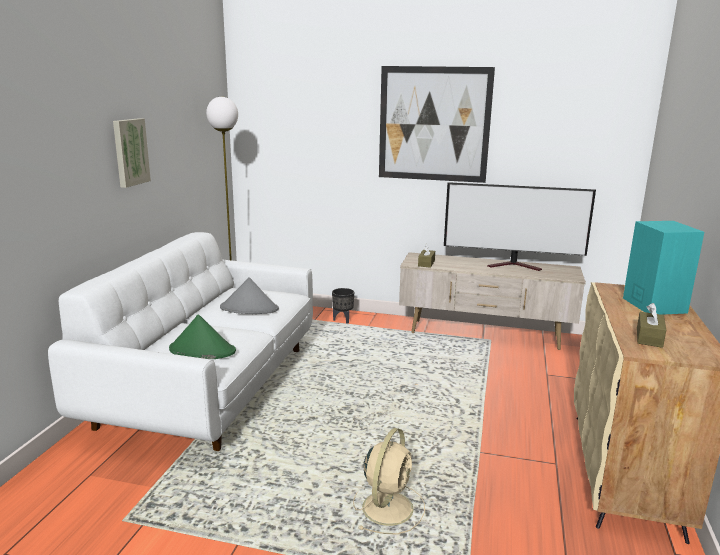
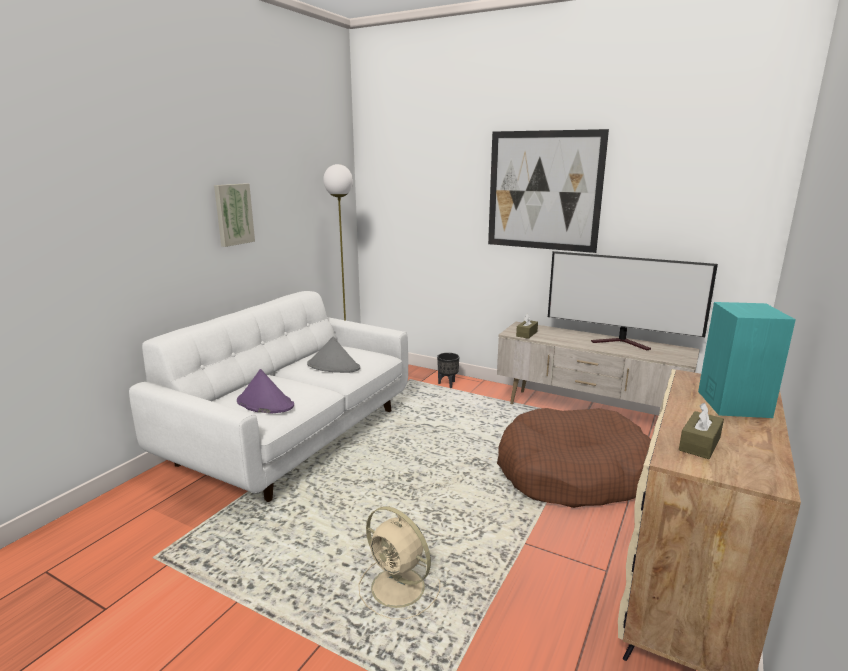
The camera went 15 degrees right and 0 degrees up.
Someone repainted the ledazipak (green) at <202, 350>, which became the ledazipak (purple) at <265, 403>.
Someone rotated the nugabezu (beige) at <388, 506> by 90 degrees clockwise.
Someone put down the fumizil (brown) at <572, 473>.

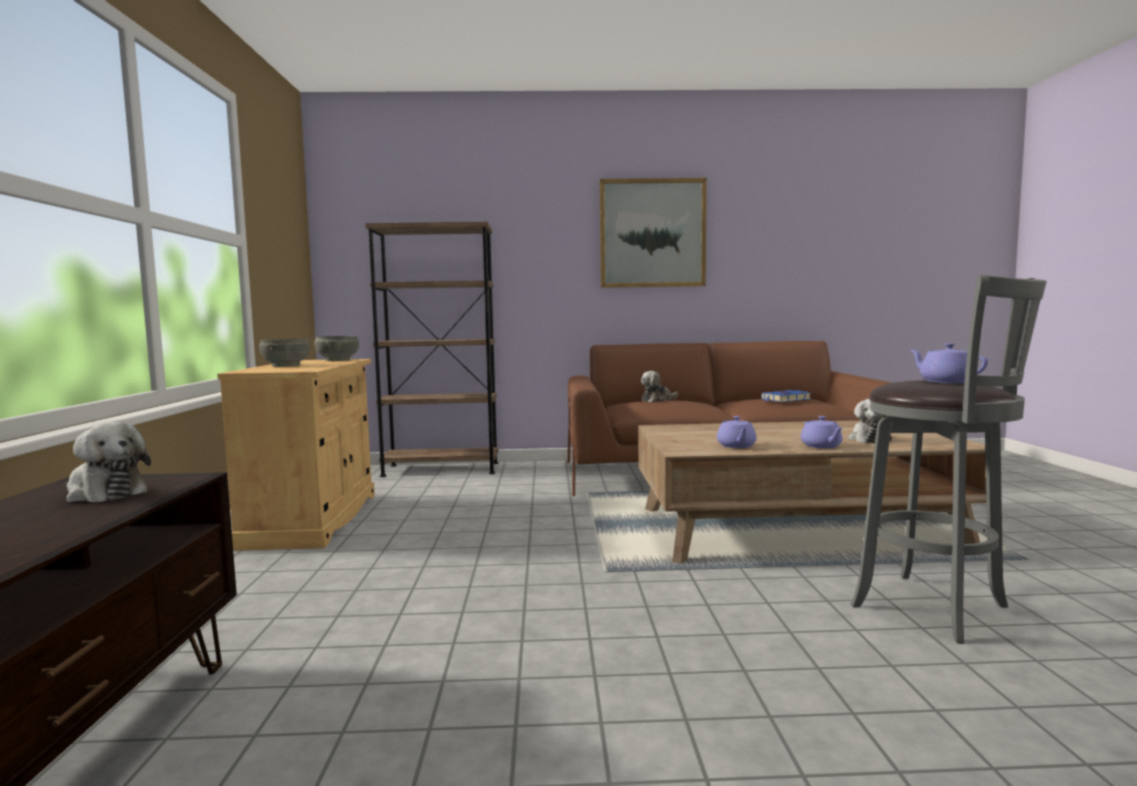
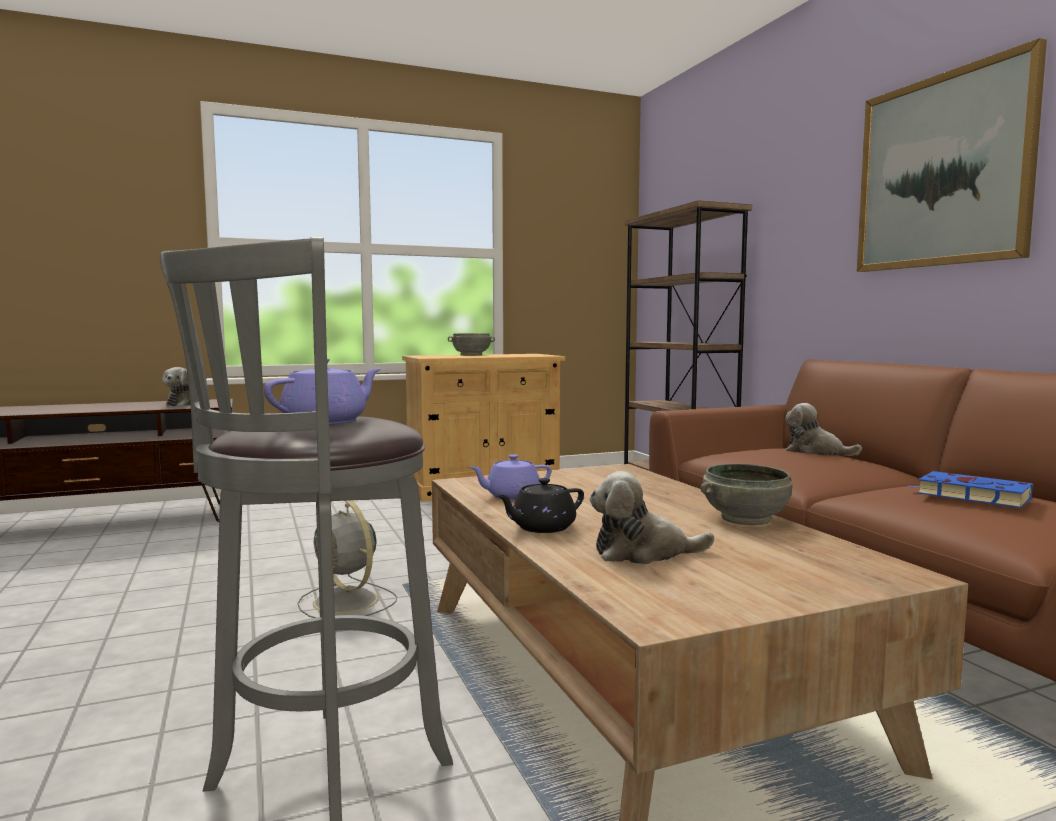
The camera went 70 degrees right and 0 degrees up.
Someone carried the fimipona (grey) from <337, 360> to <745, 518>.
Someone repainted the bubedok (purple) at <821, 446>, which became the bubedok (black) at <542, 528>.
Someone put down the nugabezu (grey) at <347, 602>.

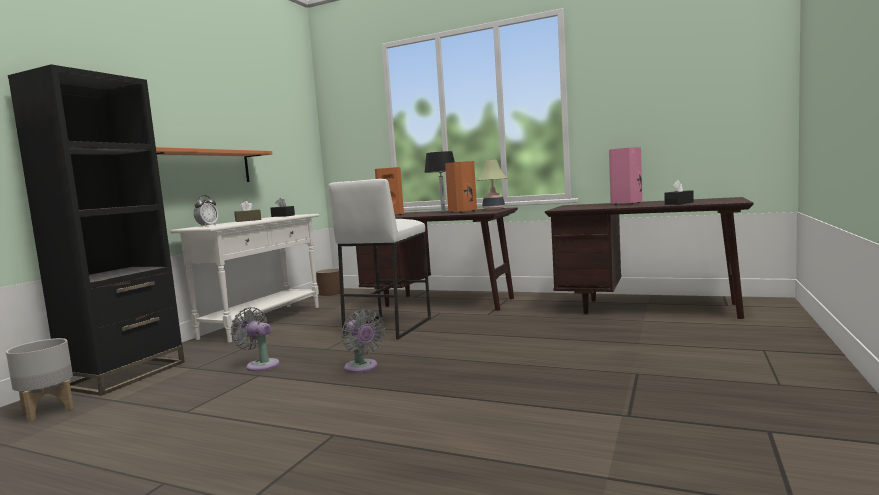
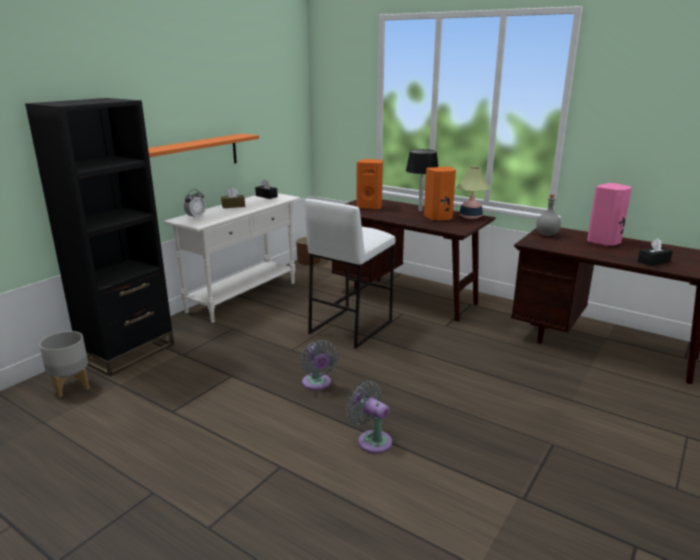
The camera went 10 degrees right and 15 degrees up.
Someone carried the nugabezu (grey) from <260, 365> to <371, 440>.
Someone put down the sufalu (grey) at <547, 234>.

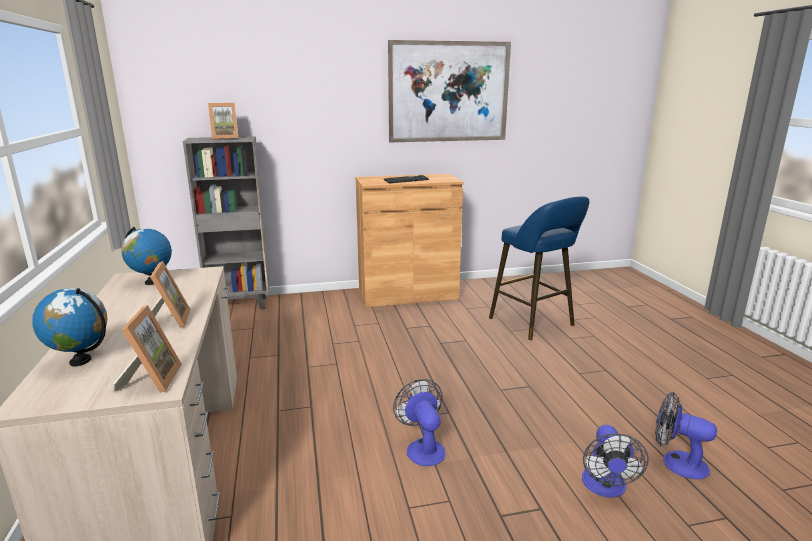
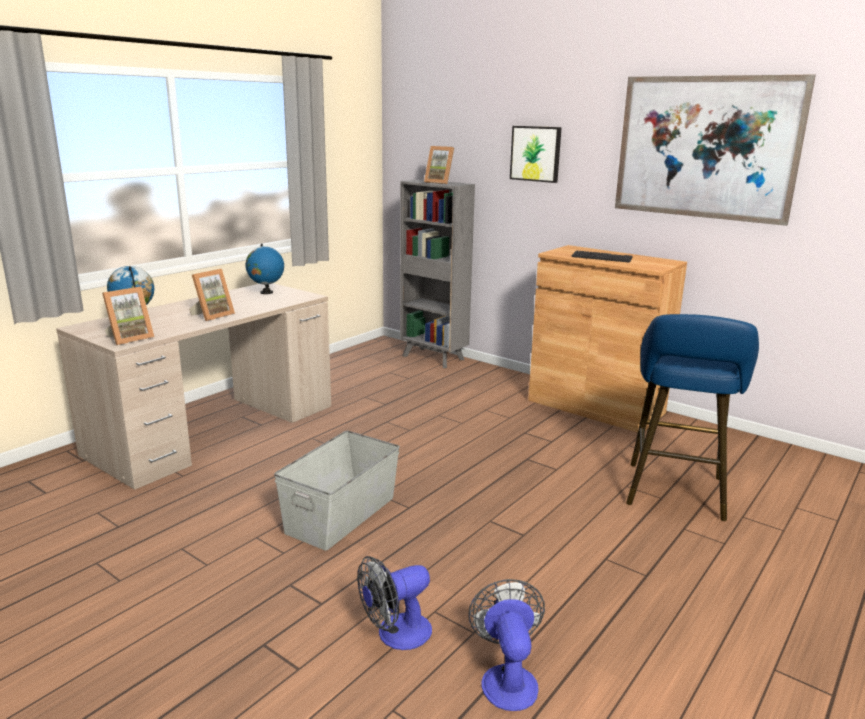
The camera went 50 degrees right and 0 degrees up.
Someone swapped the nugabezu at <423, 447> for the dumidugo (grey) at <340, 514>.
Someone put up the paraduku at <536, 153>.

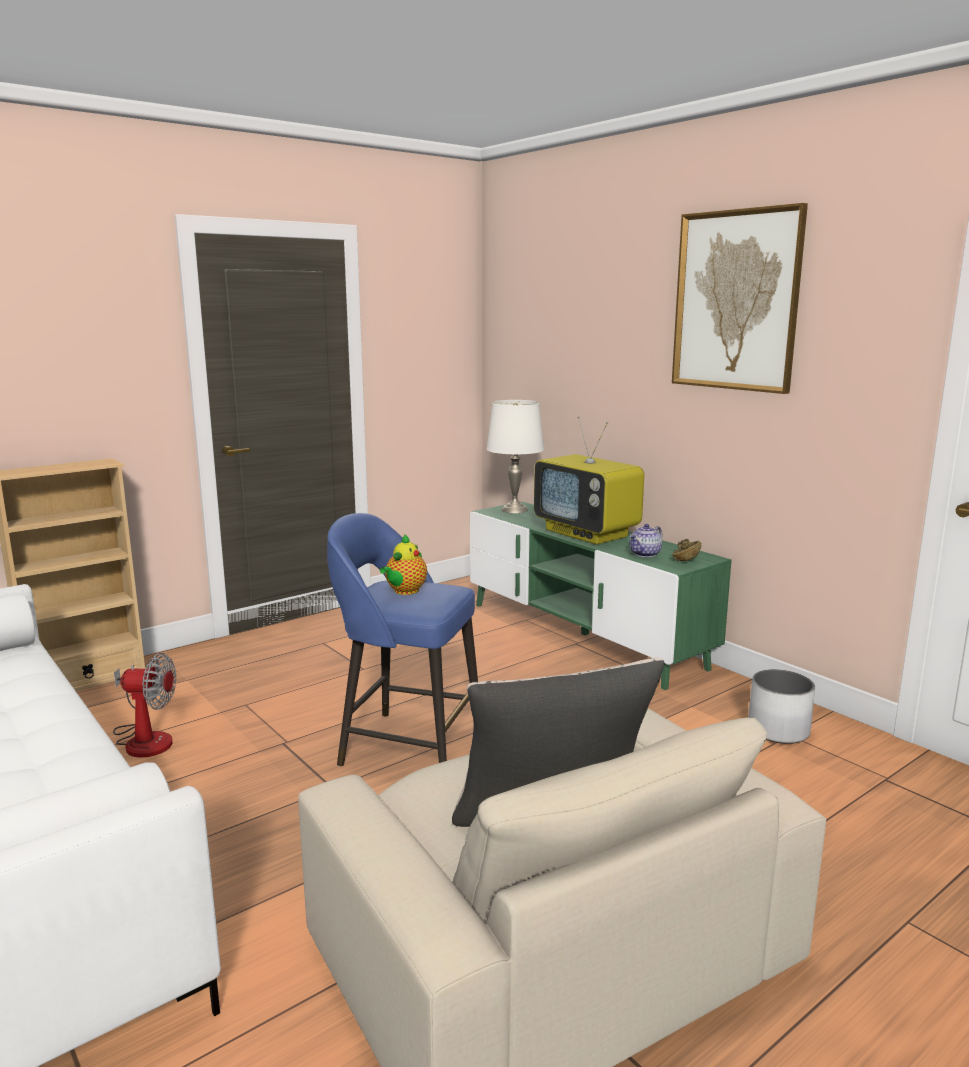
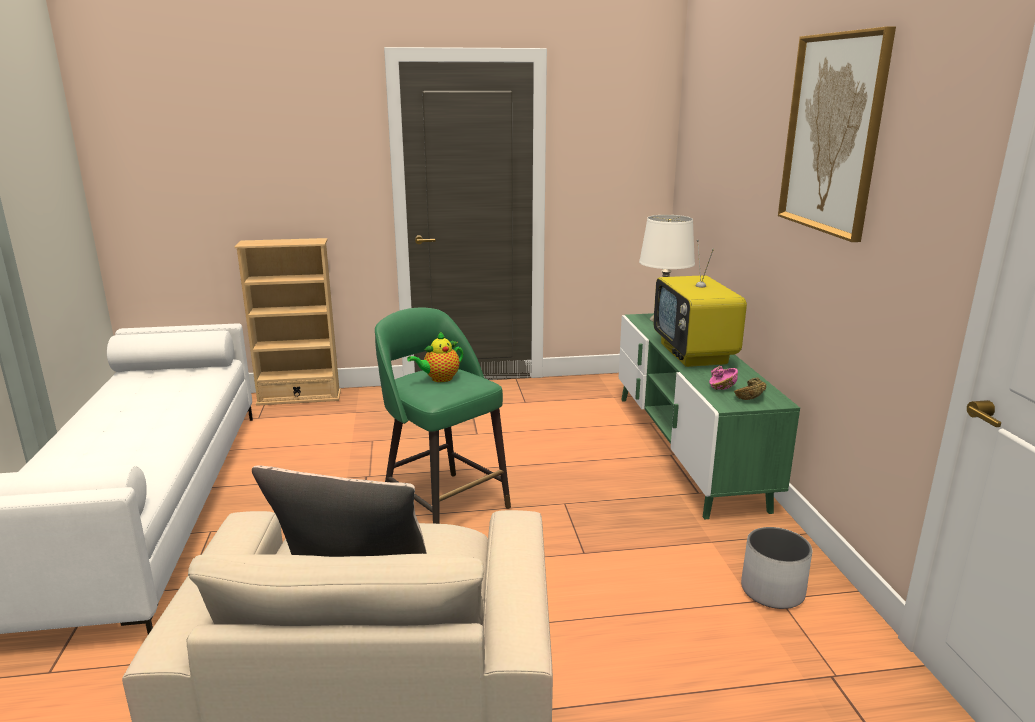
The camera went 30 degrees right and 5 degrees up.
Someone repainted the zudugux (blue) at <408, 746>, which became the zudugux (green) at <443, 504>.
Someone swapped the bubedok at <645, 554> for the fimipona (pink) at <718, 385>.
Someone took away the nugabezu at <145, 738>.

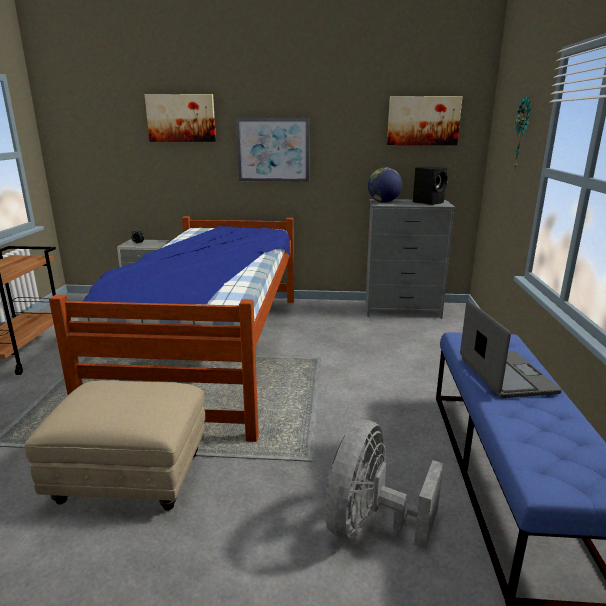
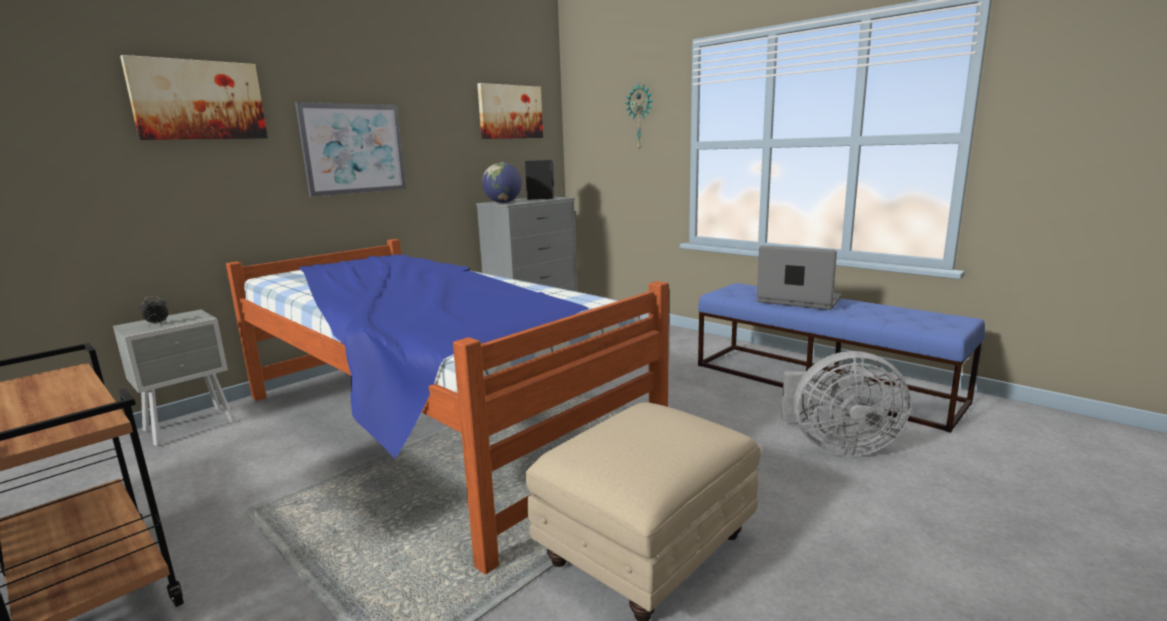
The camera went 50 degrees left and 5 degrees down.
Someone rotated the nugabezu (grey) at <370, 524> by 60 degrees counterclockwise.

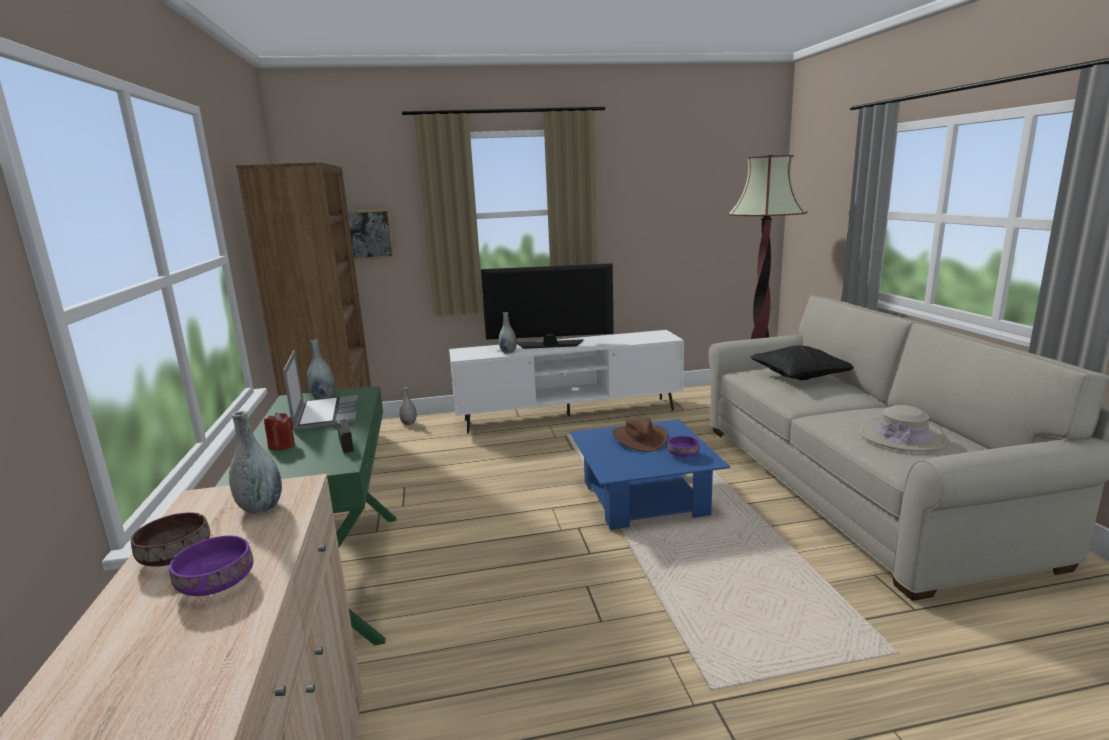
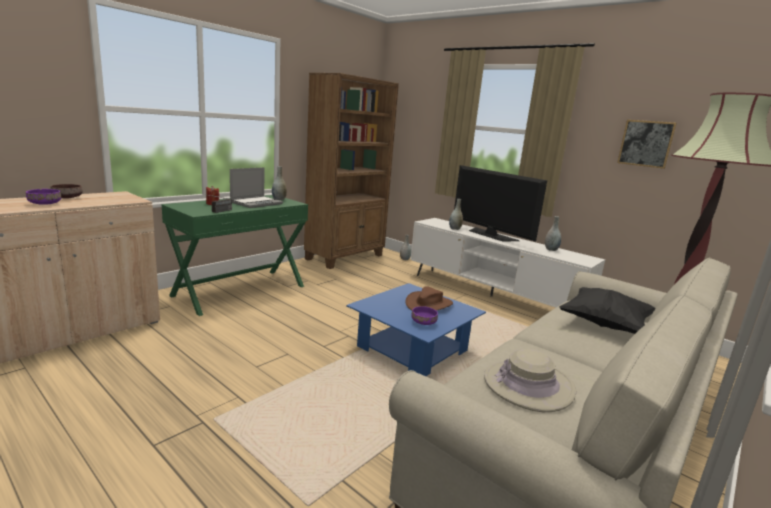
The camera went 50 degrees right and 0 degrees up.
Someone carried the paraduku from <367, 234> to <646, 143>.
Someone carried the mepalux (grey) from <261, 508> to <551, 249>.

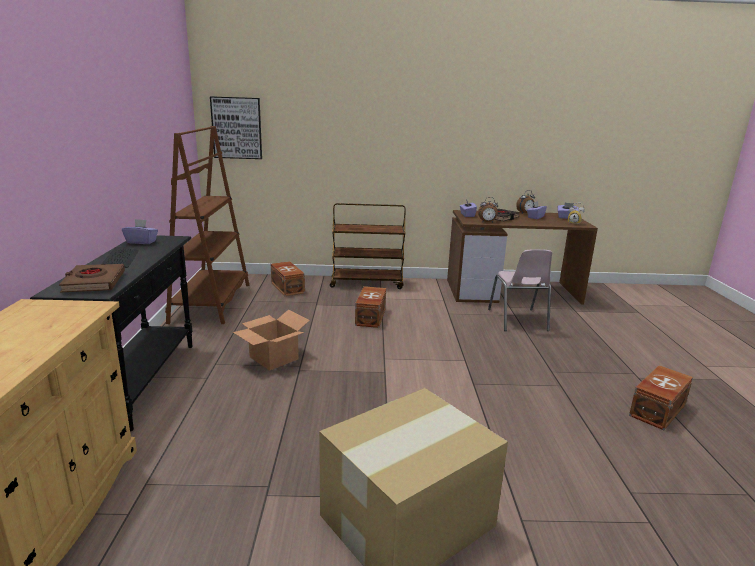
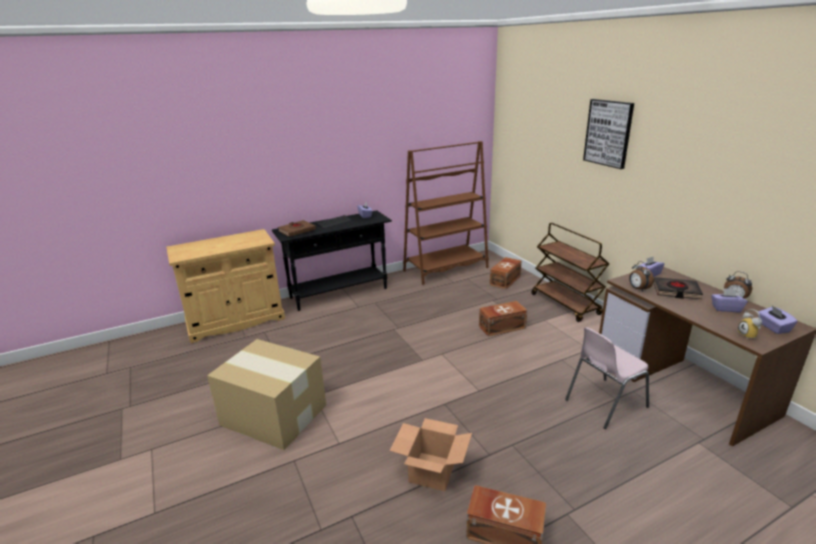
The camera went 65 degrees right and 5 degrees up.
Someone carried the paraduku from <237, 128> to <608, 133>.
Someone carried the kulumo from <274, 358> to <432, 472>.

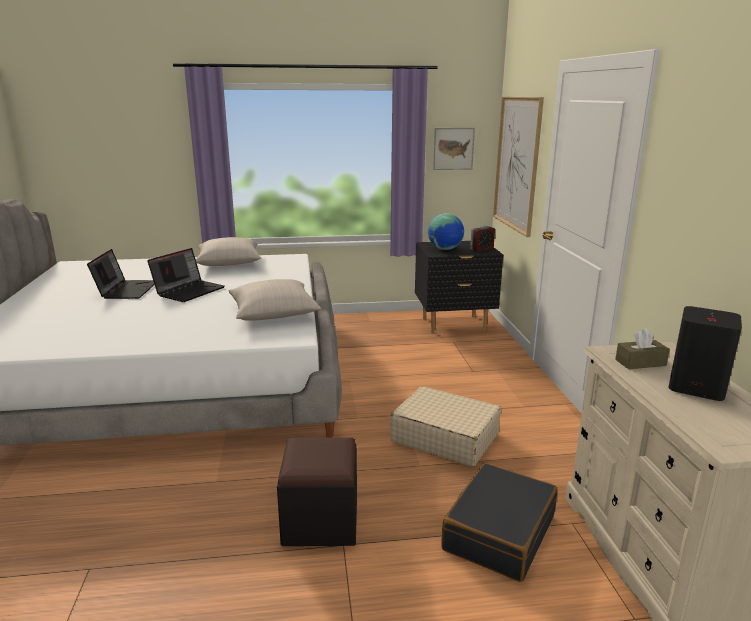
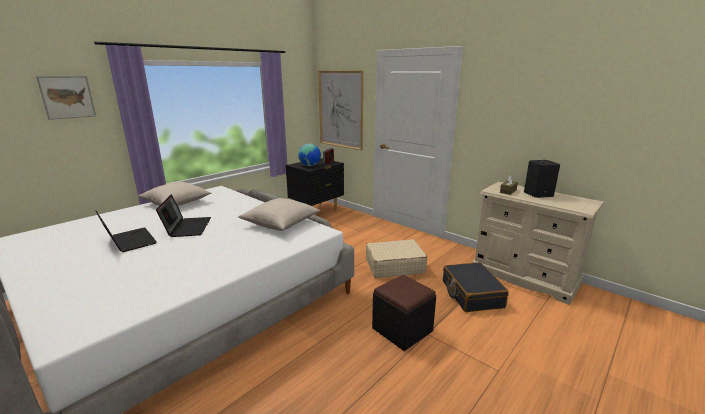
The camera went 40 degrees left and 0 degrees up.
Someone carried the paraduku from <453, 148> to <67, 97>.

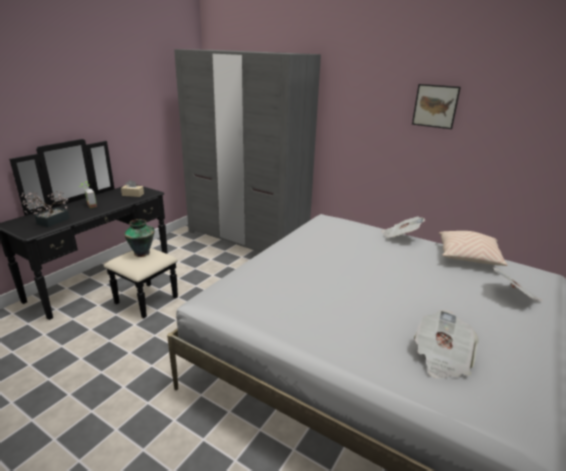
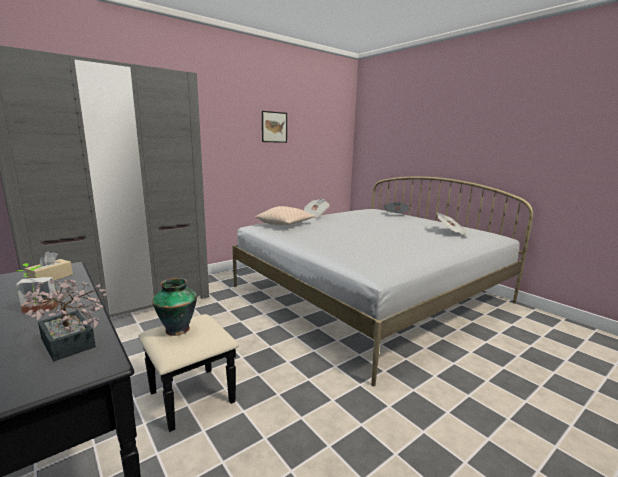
The camera went 70 degrees left and 10 degrees down.
Someone carried the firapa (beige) from <468, 257> to <285, 224>.

